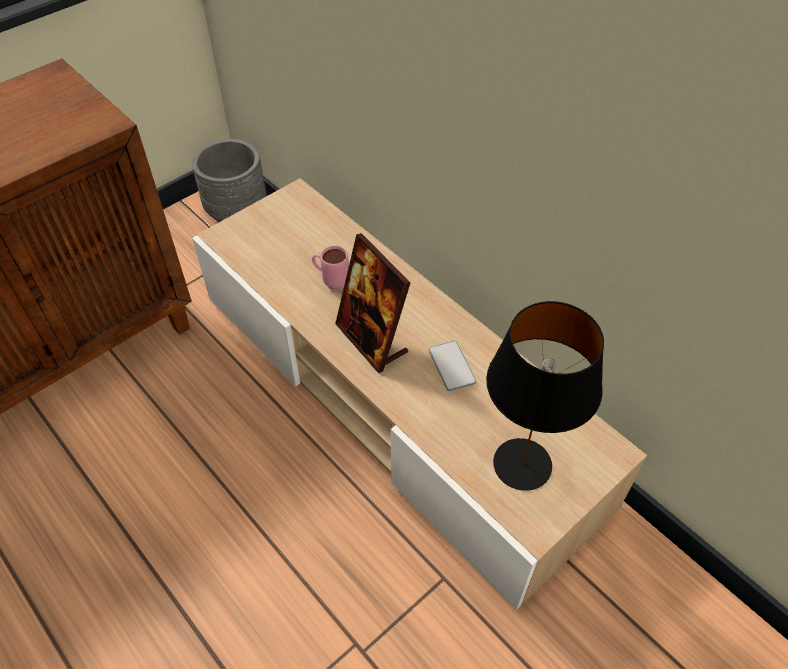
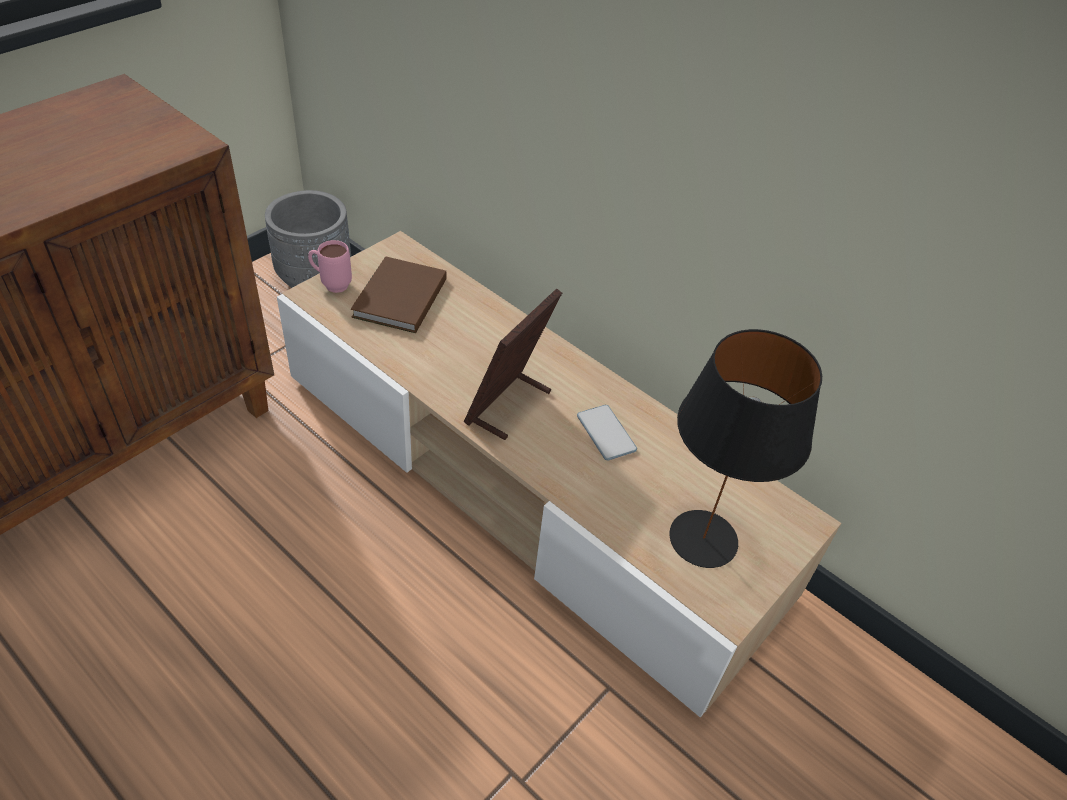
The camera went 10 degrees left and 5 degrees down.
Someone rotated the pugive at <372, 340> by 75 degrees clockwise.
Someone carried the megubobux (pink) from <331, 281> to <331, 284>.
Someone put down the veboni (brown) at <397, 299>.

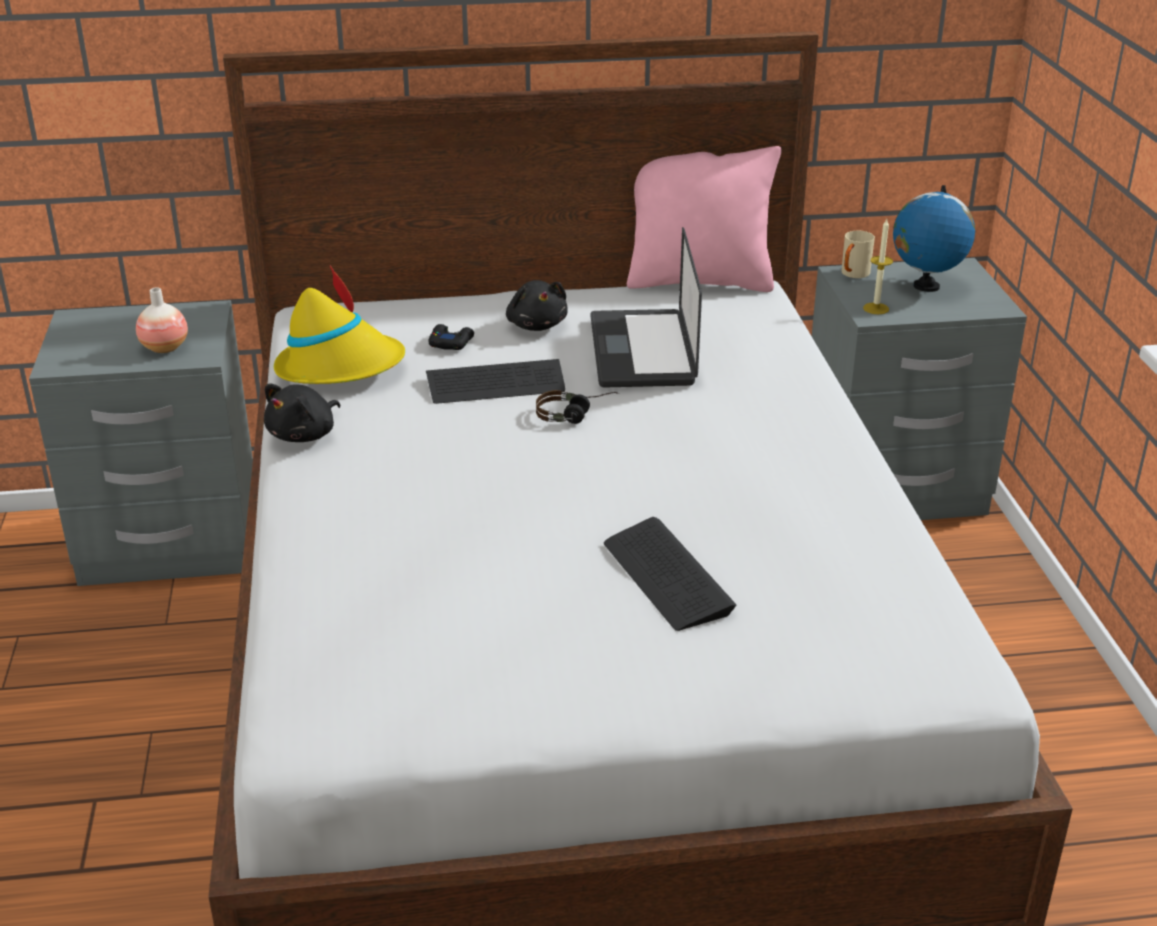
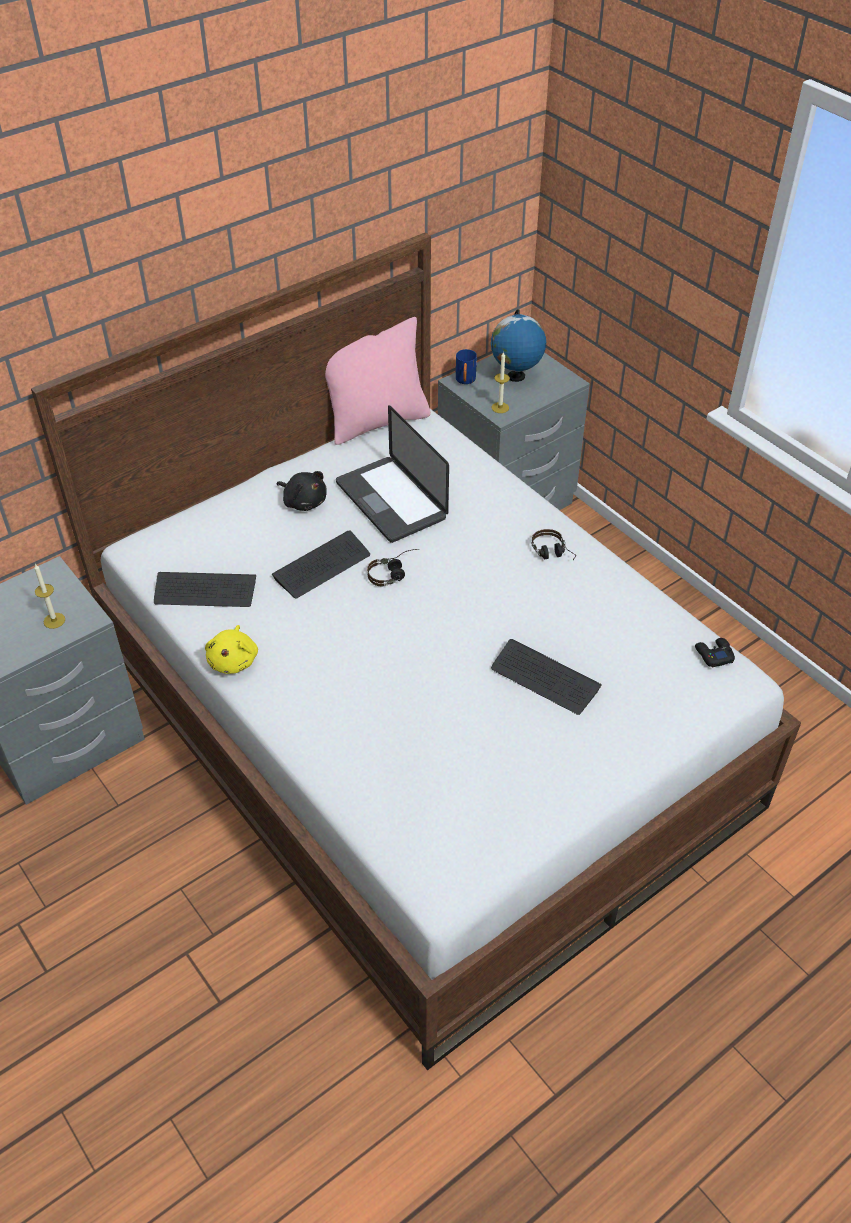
The camera went 30 degrees left and 15 degrees up.
Someone repainted the megubobux (beige) at <853, 275>, which became the megubobux (blue) at <465, 381>.
Someone swapped the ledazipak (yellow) at <341, 367> for the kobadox at <205, 591>.
Someone swapped the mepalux at <165, 348> for the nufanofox at <54, 620>.
Someone carried the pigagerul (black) from <450, 342> to <713, 655>.
Someone repainted the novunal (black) at <304, 435>, which became the novunal (yellow) at <234, 660>.
Someone put down the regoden at <553, 555>.

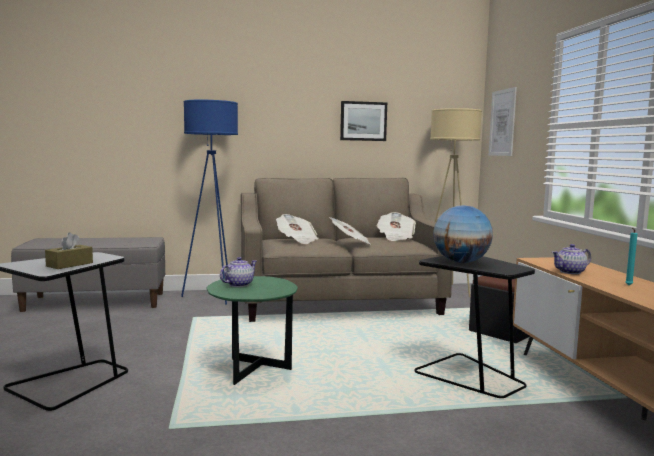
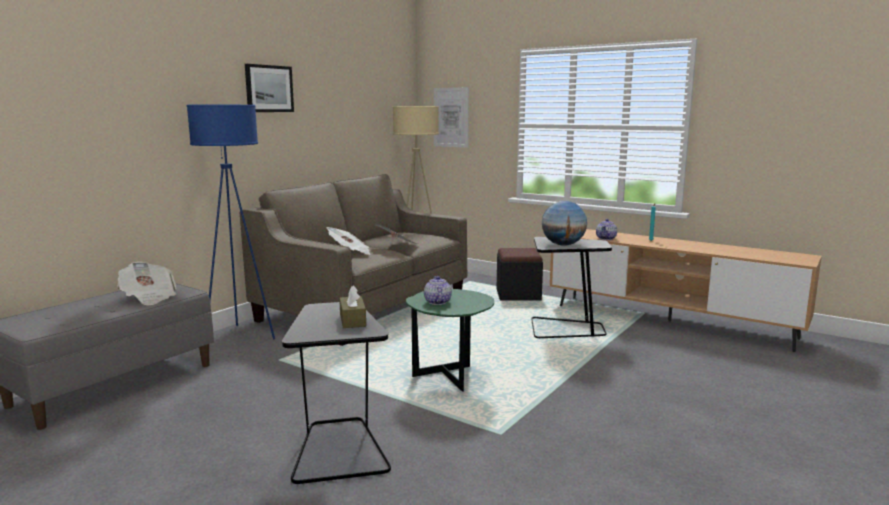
The camera went 45 degrees left and 5 degrees up.
Someone carried the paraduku from <363, 121> to <269, 88>.
Someone carried the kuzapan from <395, 238> to <149, 297>.

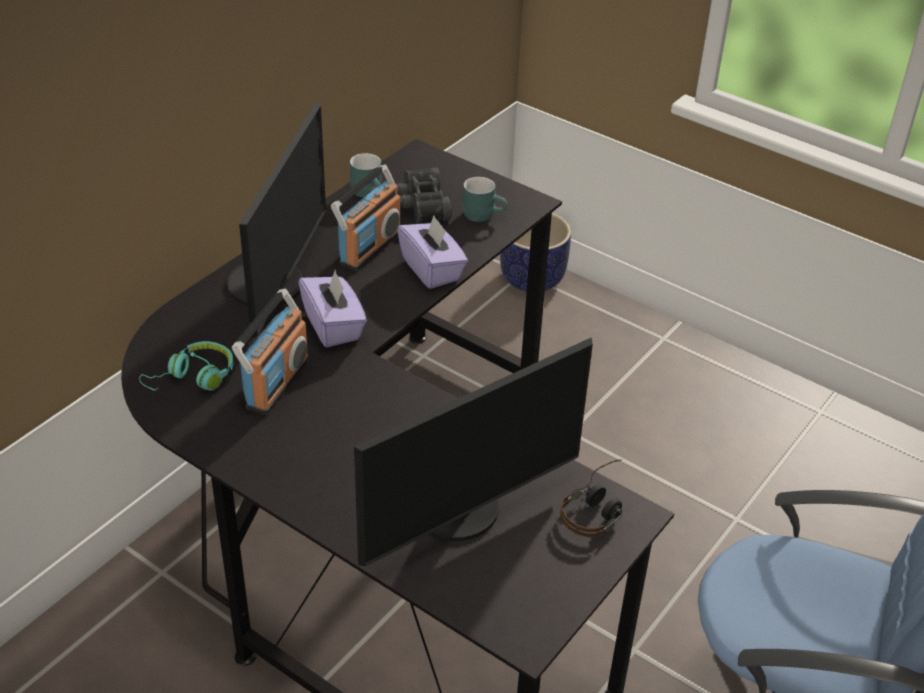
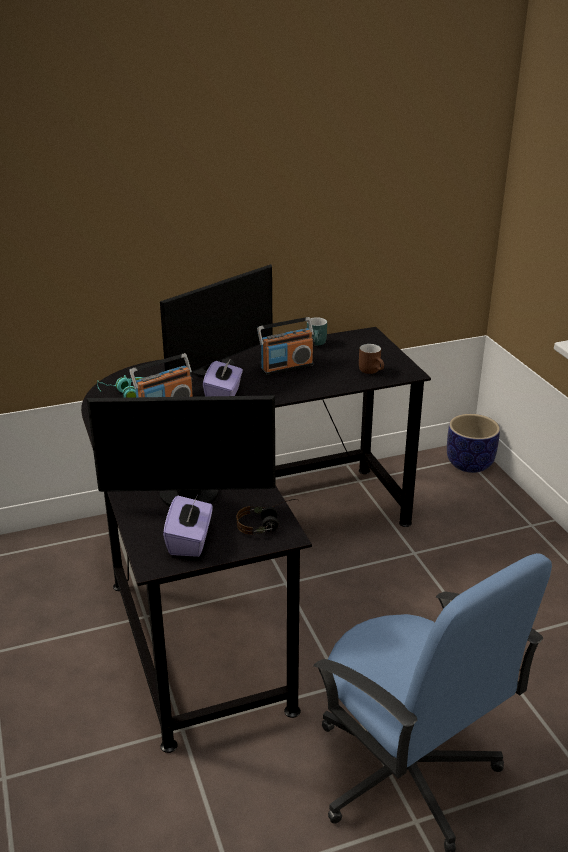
The camera went 35 degrees right and 10 degrees down.
Someone took away the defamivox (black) at <418, 205>.
Someone repainted the megubobux (turquoise) at <483, 214>, which became the megubobux (brown) at <372, 370>.
Someone carried the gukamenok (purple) from <432, 269> to <190, 541>.

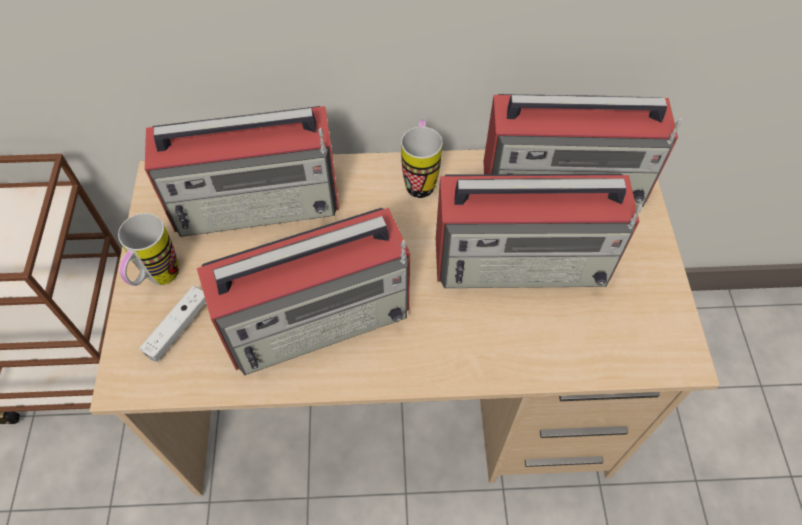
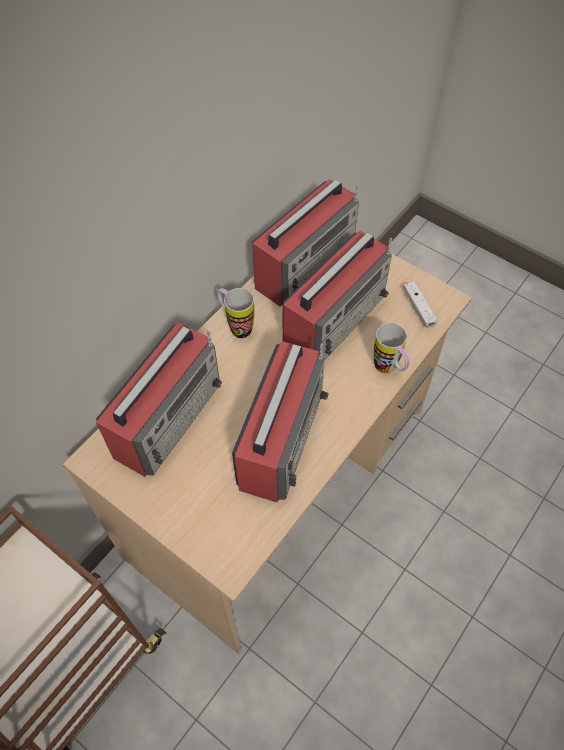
The camera went 50 degrees left and 0 degrees up.
Someone carried the megubobux from <158, 280> to <389, 370>.
Someone carried the pigagerul (white) from <178, 328> to <418, 308>.

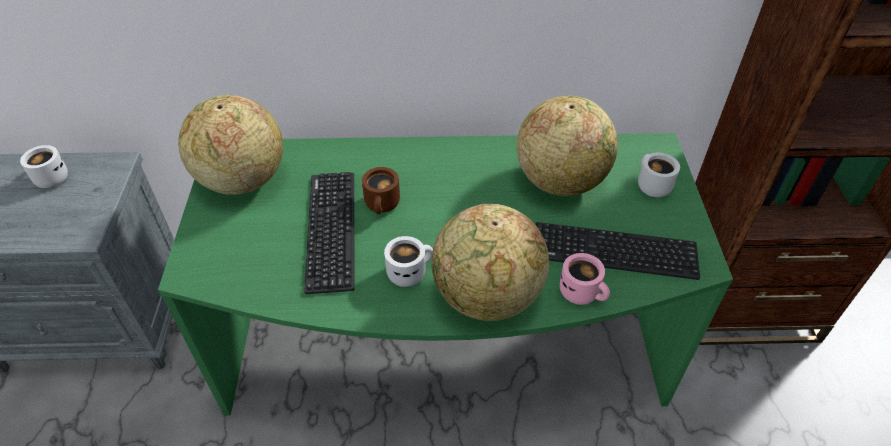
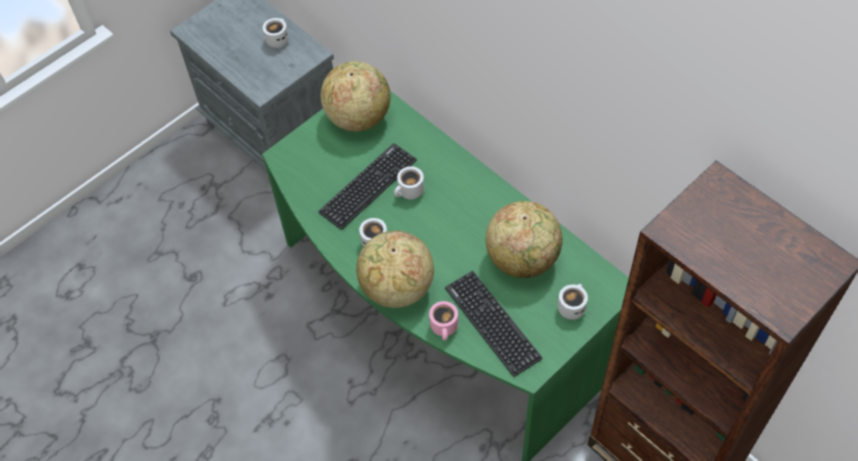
The camera went 50 degrees right and 10 degrees up.
Someone repainted the megubobux (brown) at <383, 205>, which became the megubobux (white) at <410, 193>.

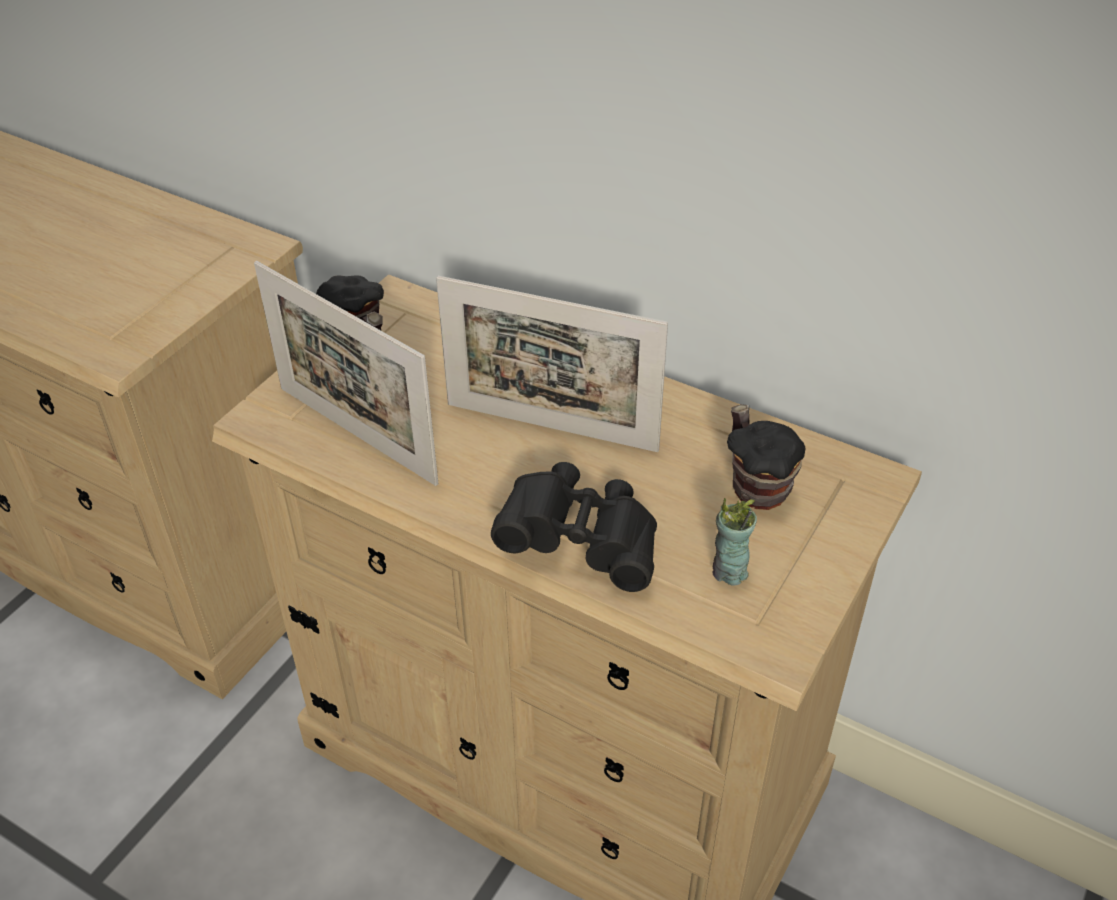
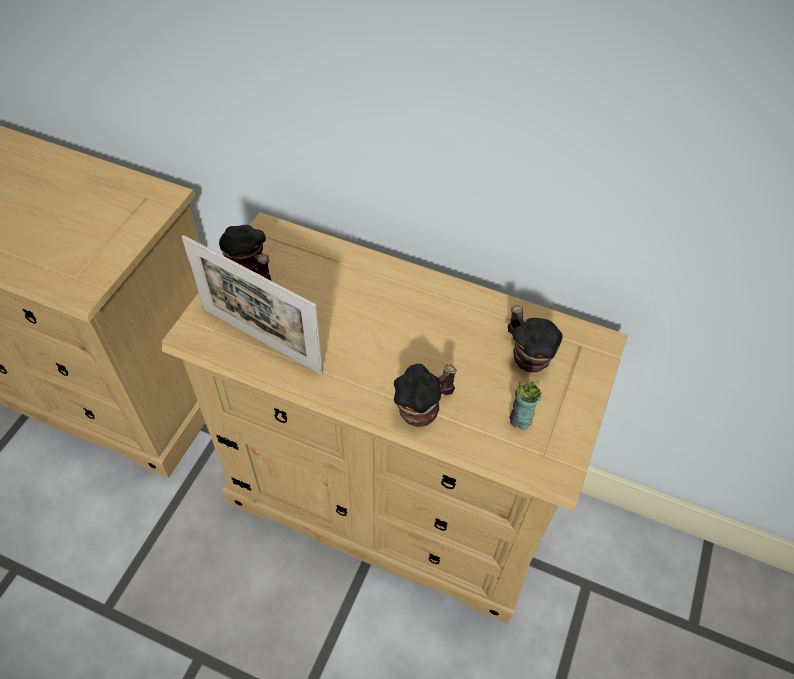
The camera went 10 degrees left and 10 degrees up.
Someone took away the pugive at <551, 427>.
Someone swapped the defamivox (black) at <581, 543> for the megubobux at <424, 408>.

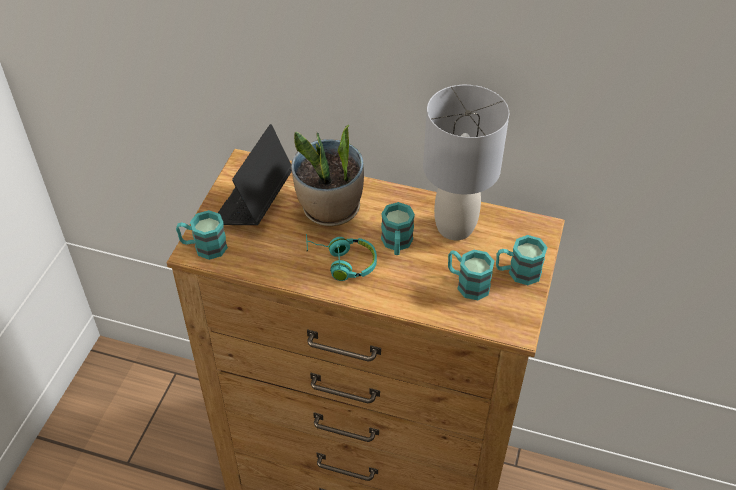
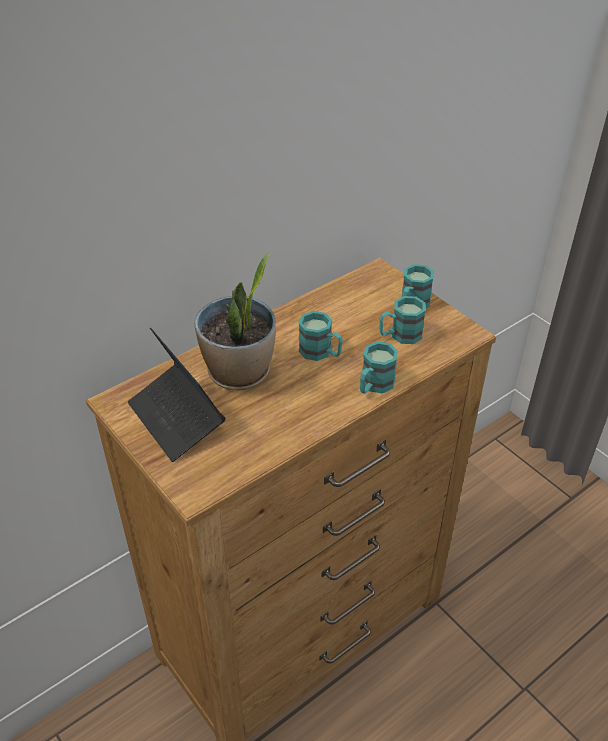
The camera went 55 degrees left and 5 degrees down.
Someone took away the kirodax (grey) at <455, 227>.
Someone carried the megubobux (turquoise) from <204, 247> to <374, 385>.
Someone took away the regoden (turquoise) at <341, 262>.

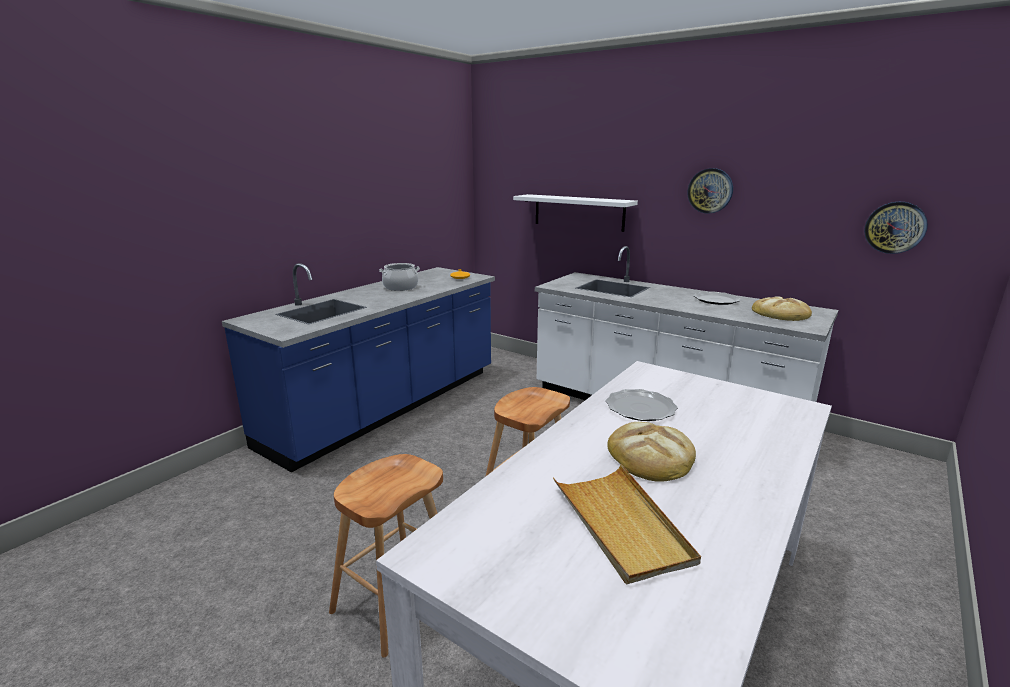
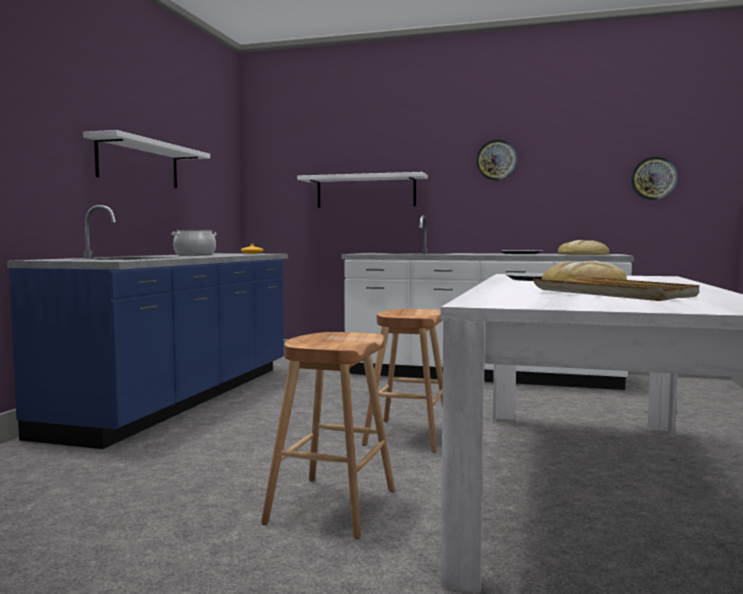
The camera went 20 degrees left and 15 degrees down.
Someone put up the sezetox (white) at <139, 164>.

